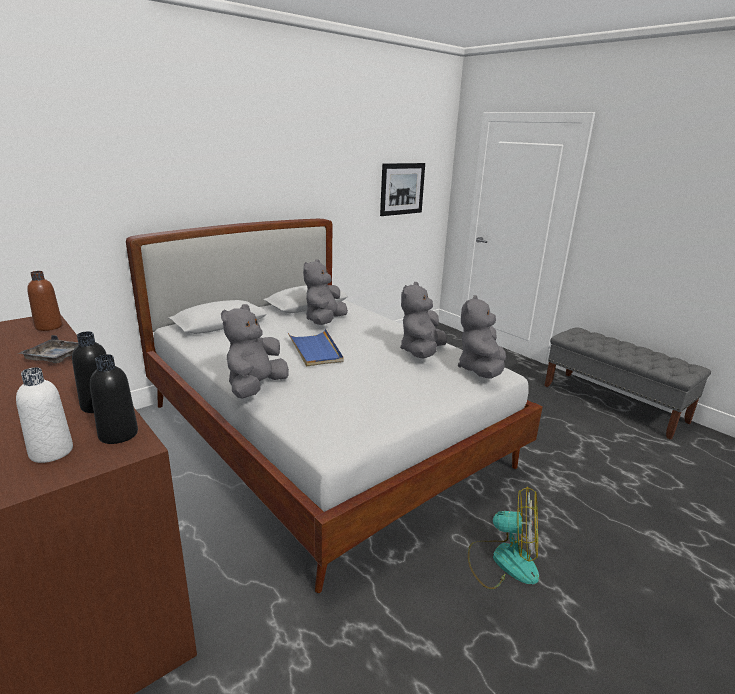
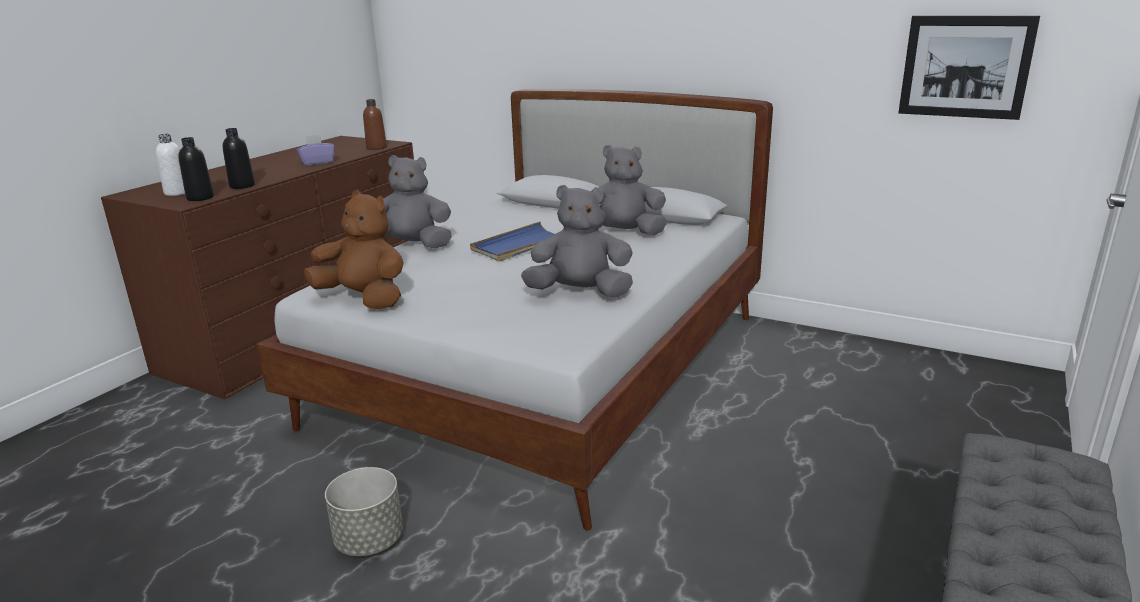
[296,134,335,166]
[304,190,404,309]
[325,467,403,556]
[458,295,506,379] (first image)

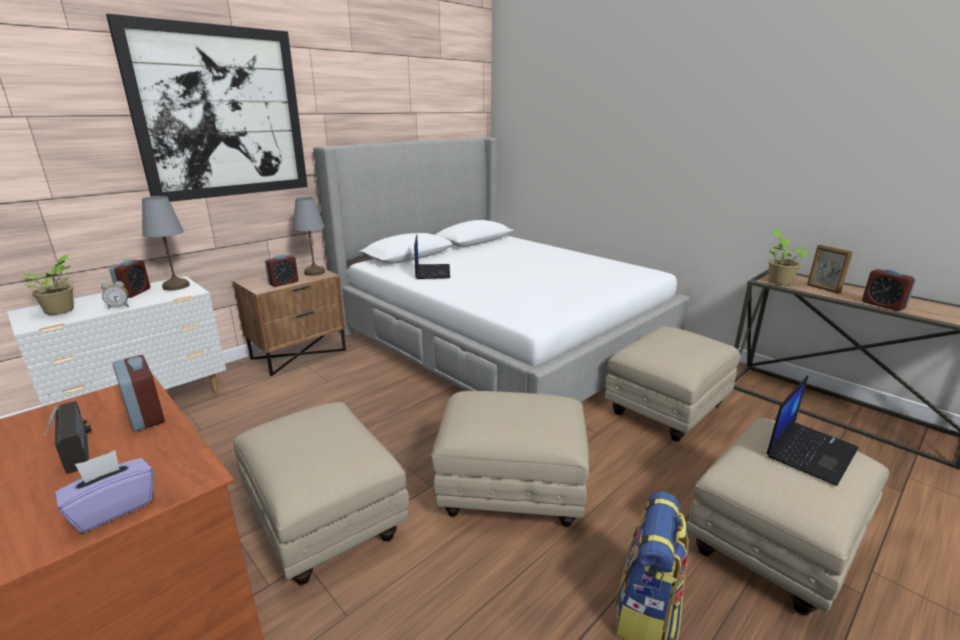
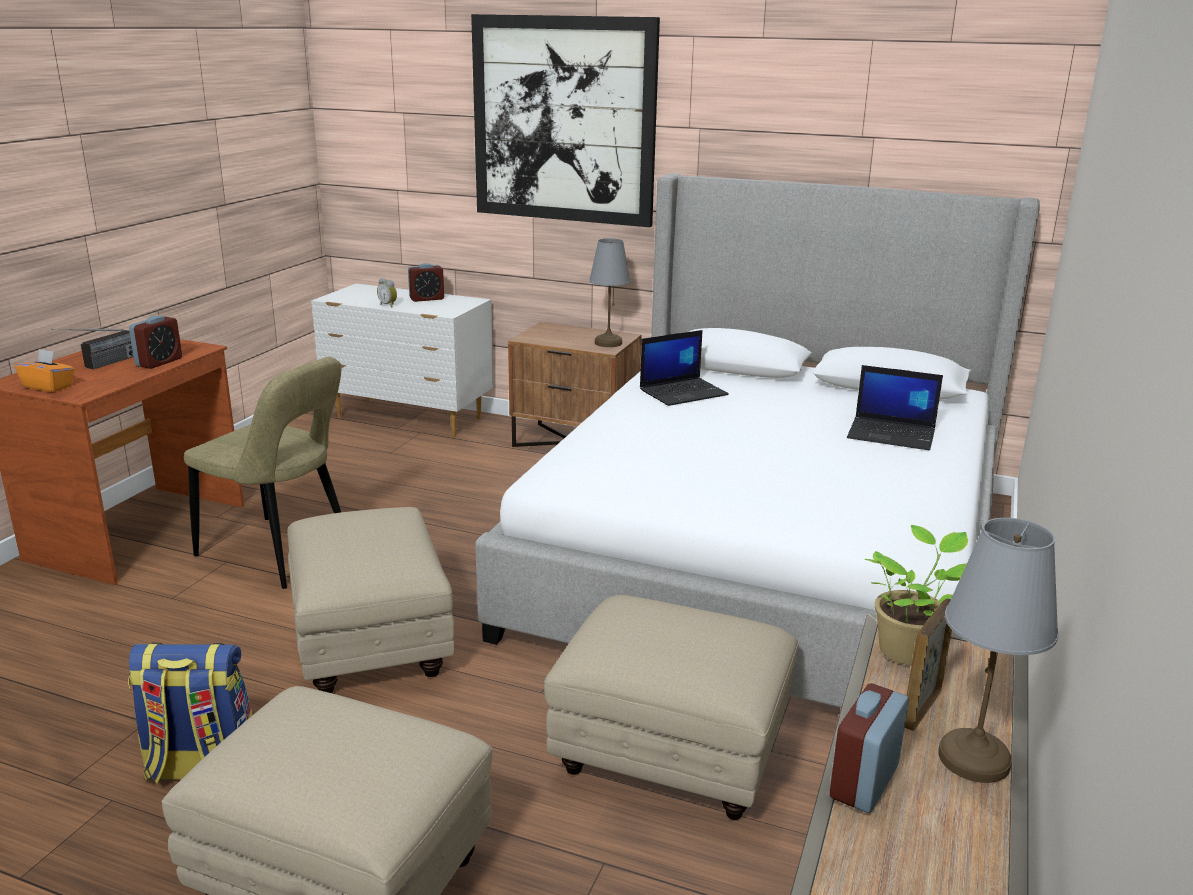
[14,349,75,392]
[184,357,342,589]
[847,365,943,450]
[939,518,1059,783]
[21,255,74,315] (first image)
[265,254,299,287] (first image)

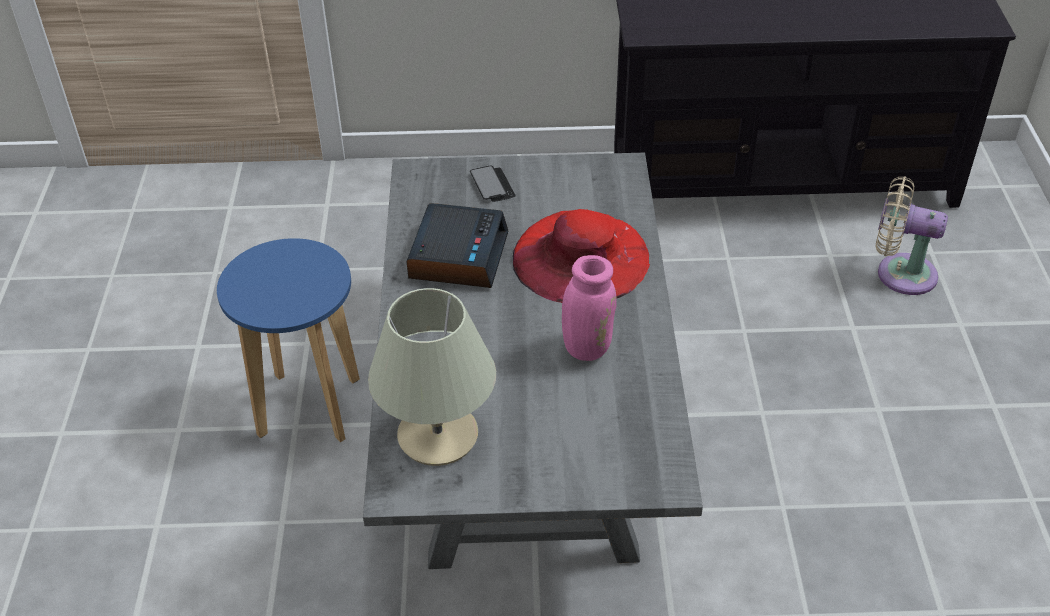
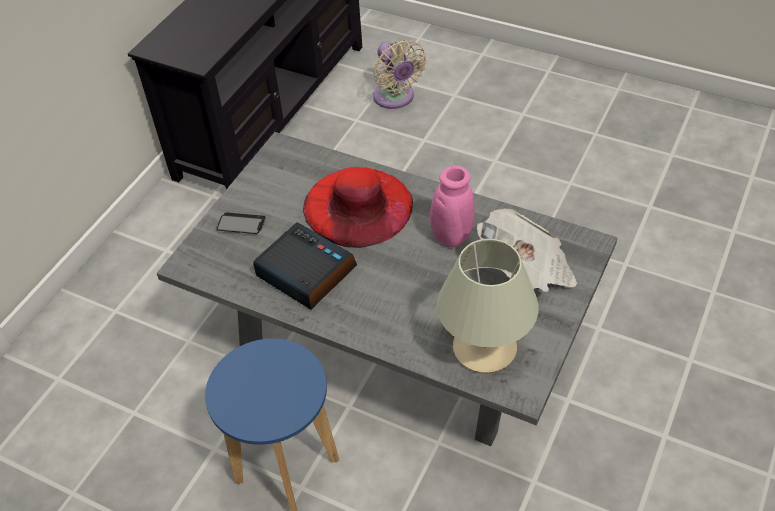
[373,40,426,109]
[477,208,577,292]

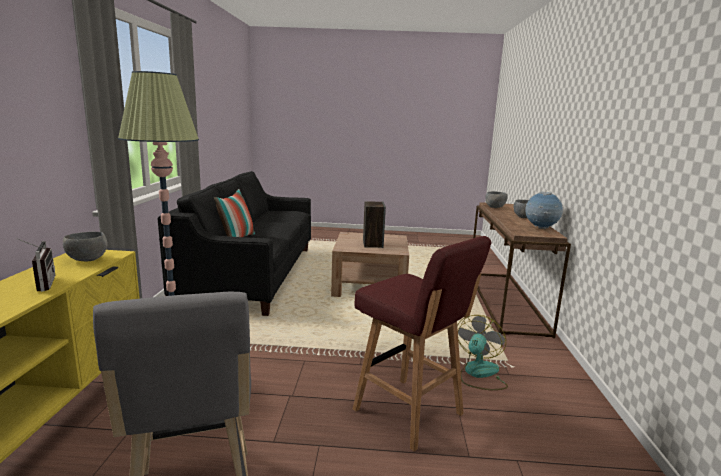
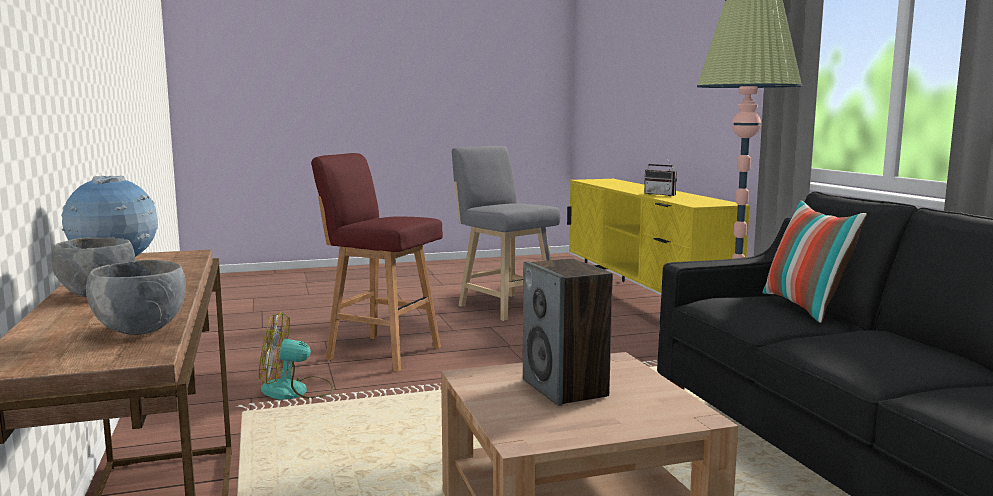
[259,312,333,400]
[63,232,108,261] (first image)

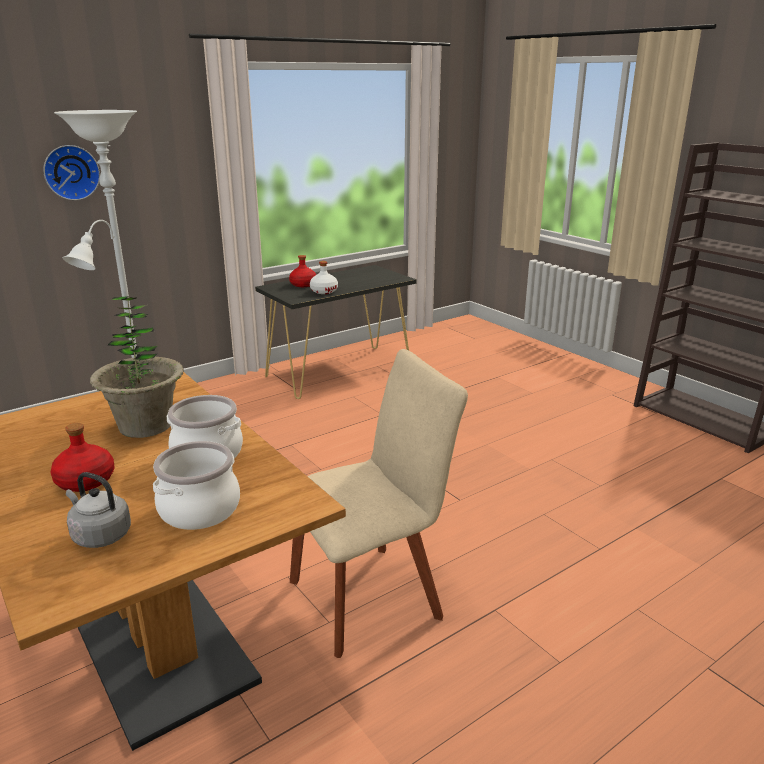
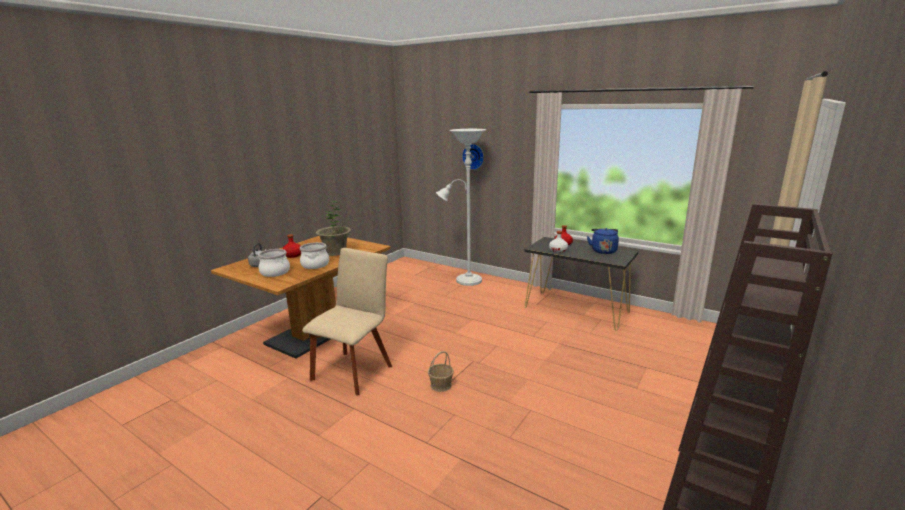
[302,248,392,395]
[428,351,454,392]
[587,228,619,254]

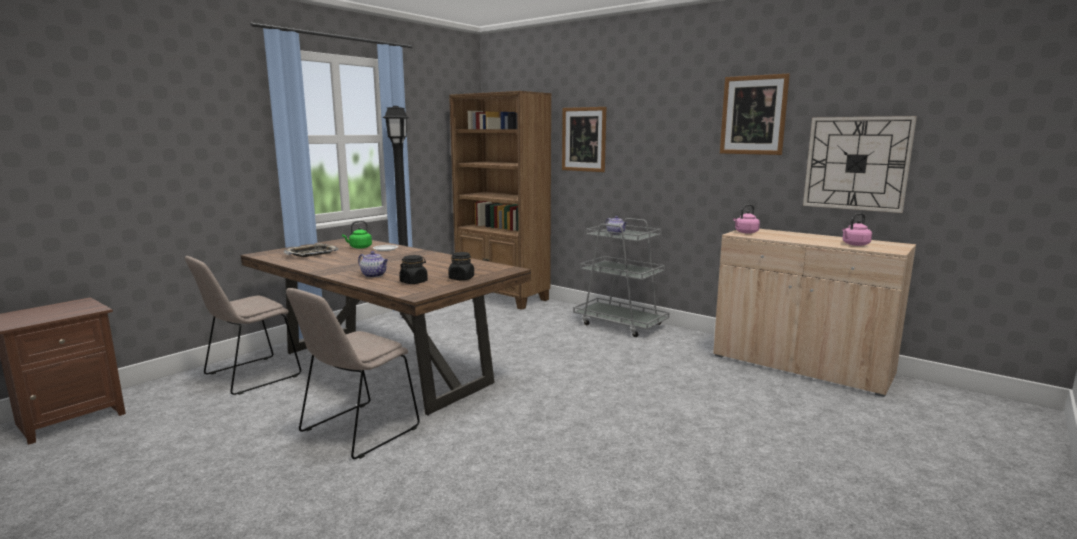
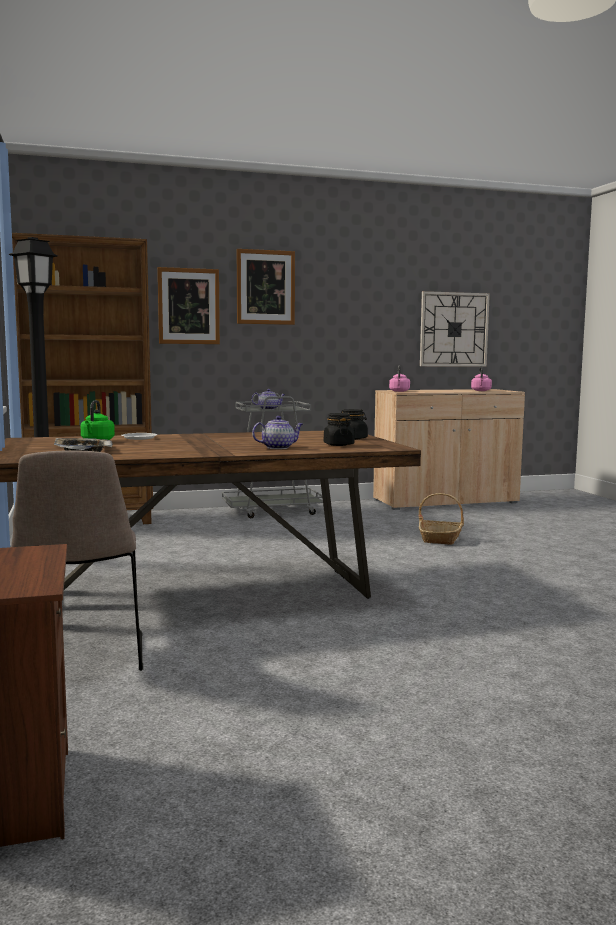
[237,249,295,325]
[419,493,464,545]
[286,288,420,459] (first image)

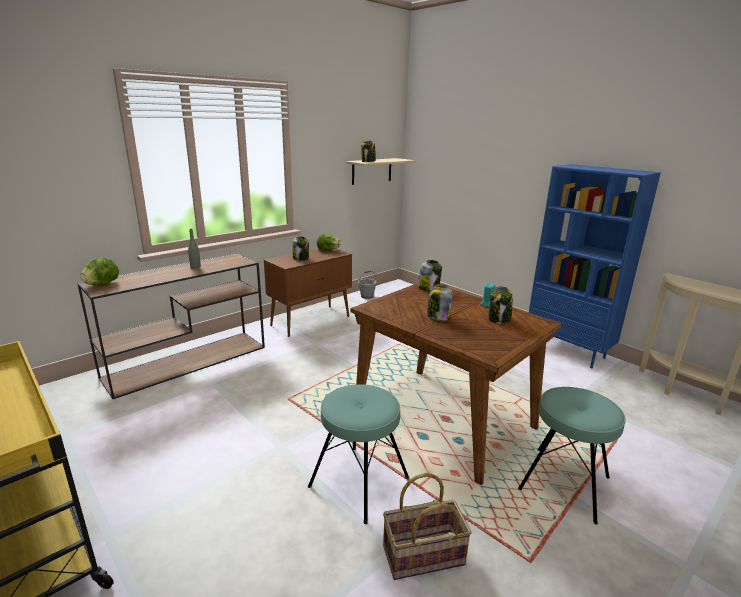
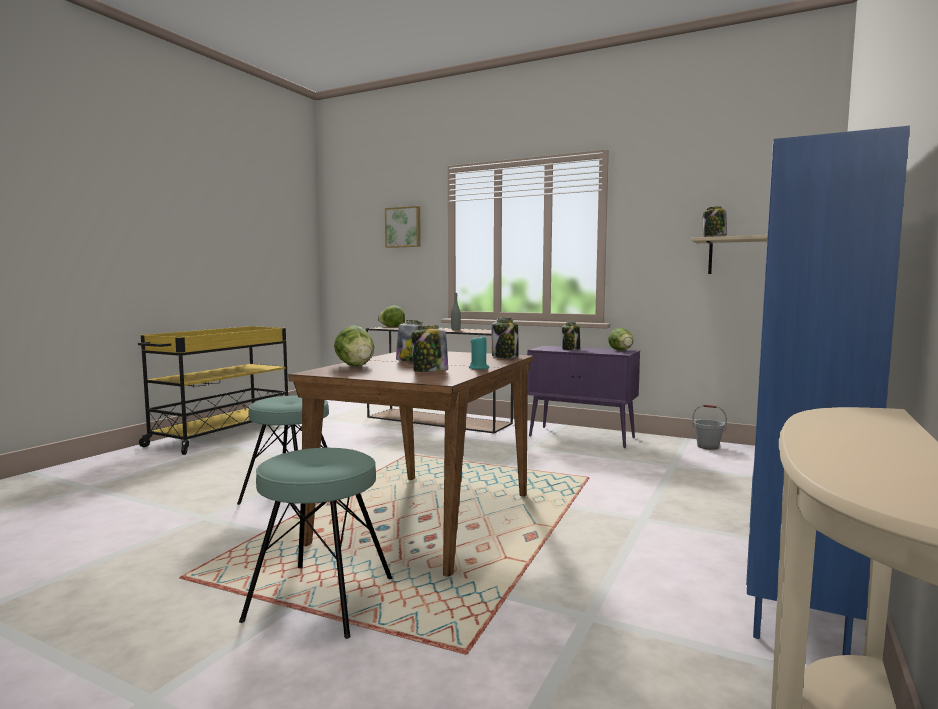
[334,325,374,367]
[385,206,421,248]
[527,346,640,448]
[383,473,472,580] (first image)

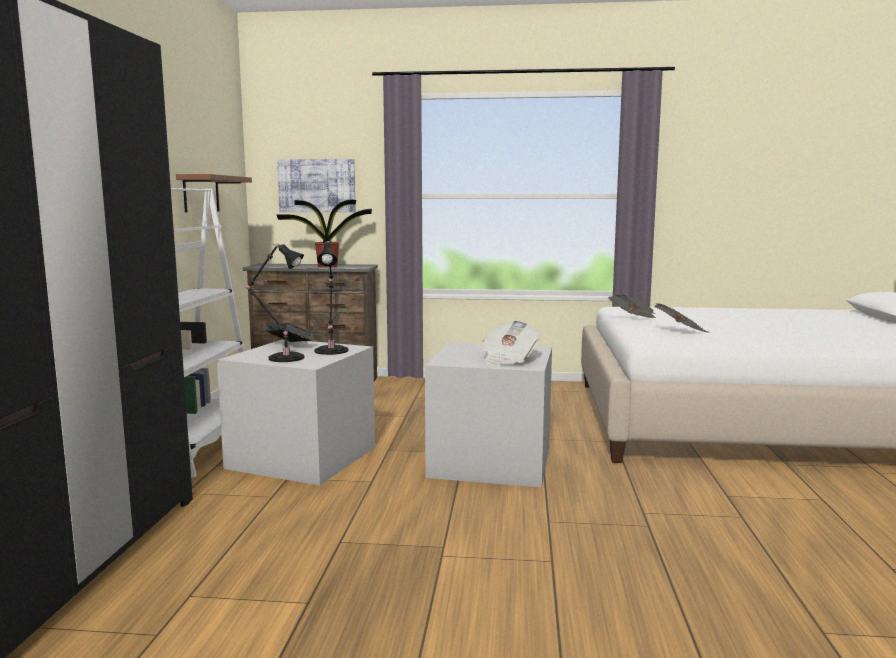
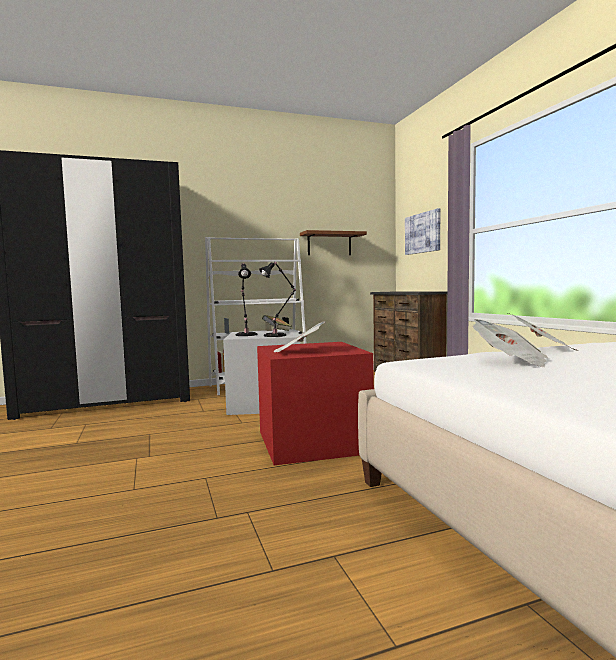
[257,342,374,465]
[277,200,372,267] (first image)

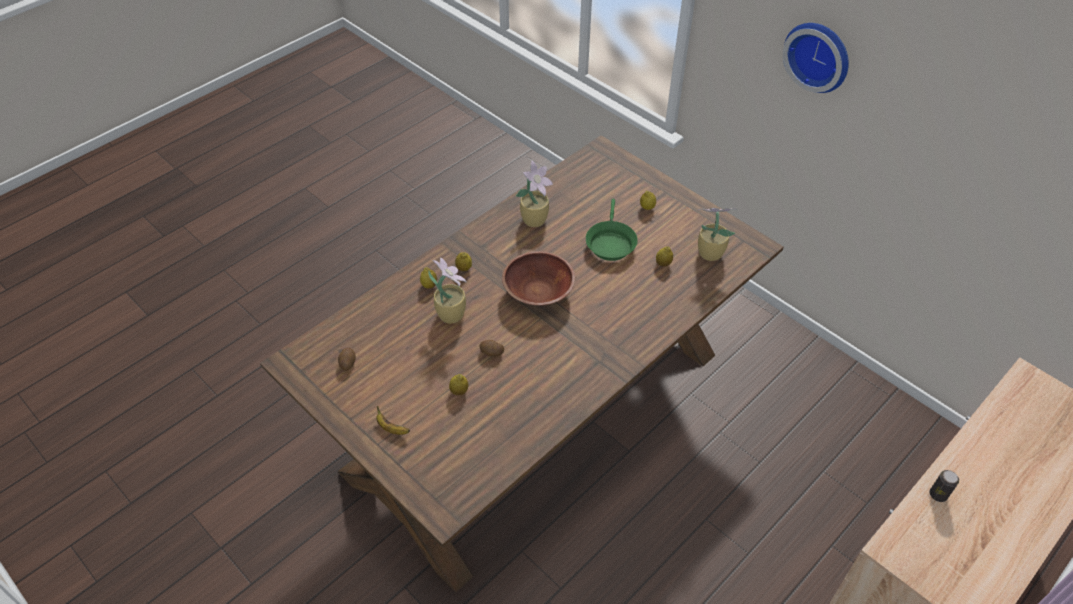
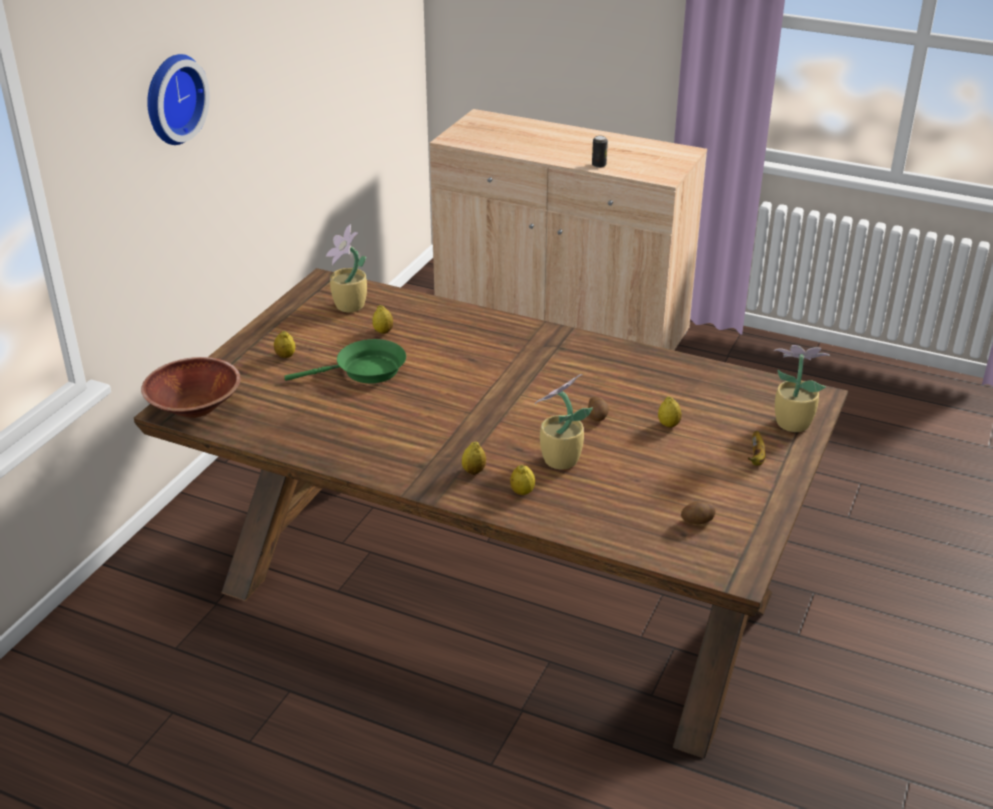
[141,357,241,418]
[774,345,830,432]

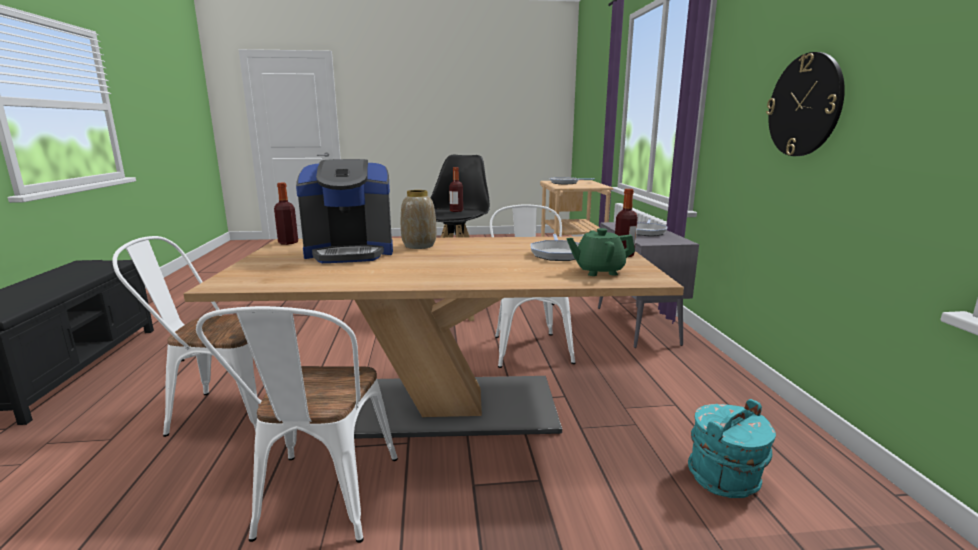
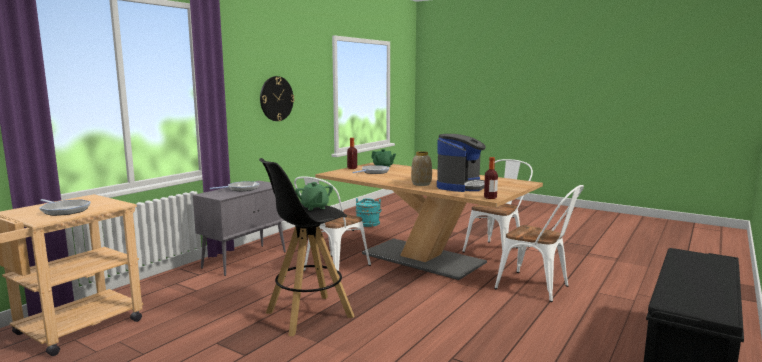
[295,182,333,210]
[437,134,486,192]

